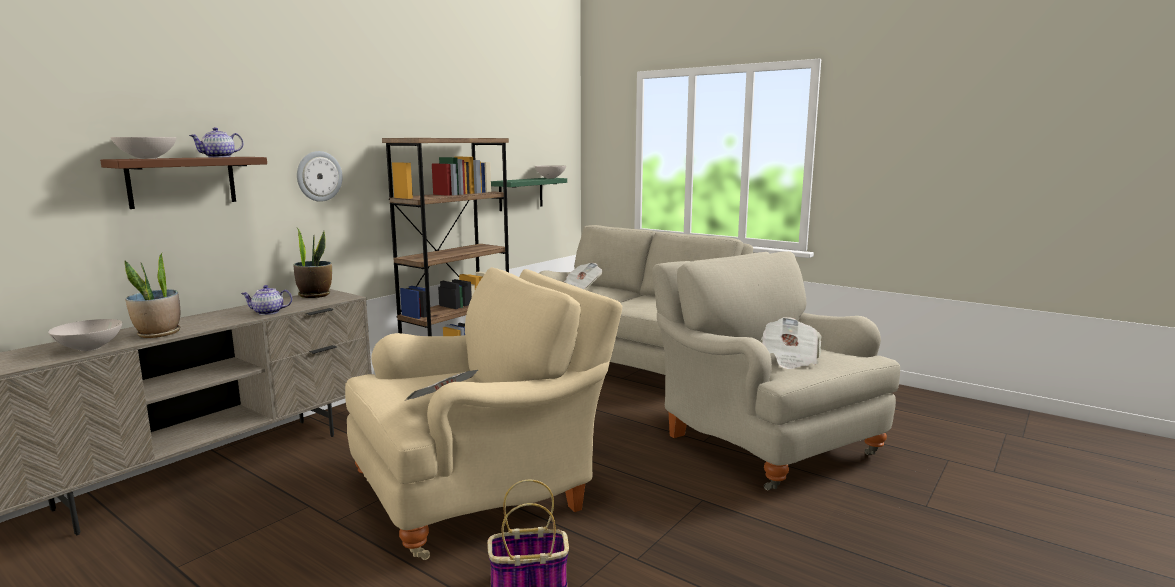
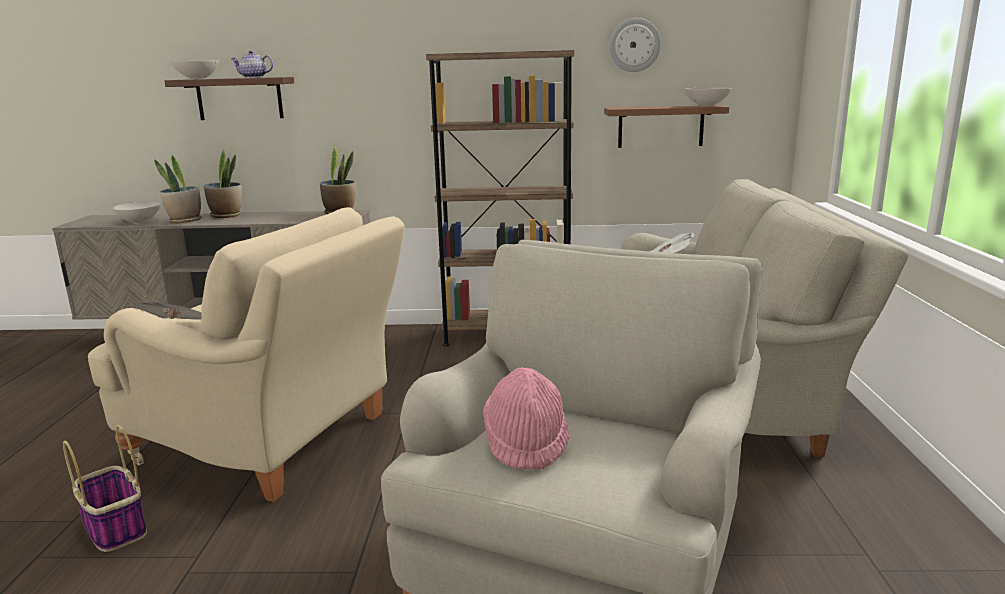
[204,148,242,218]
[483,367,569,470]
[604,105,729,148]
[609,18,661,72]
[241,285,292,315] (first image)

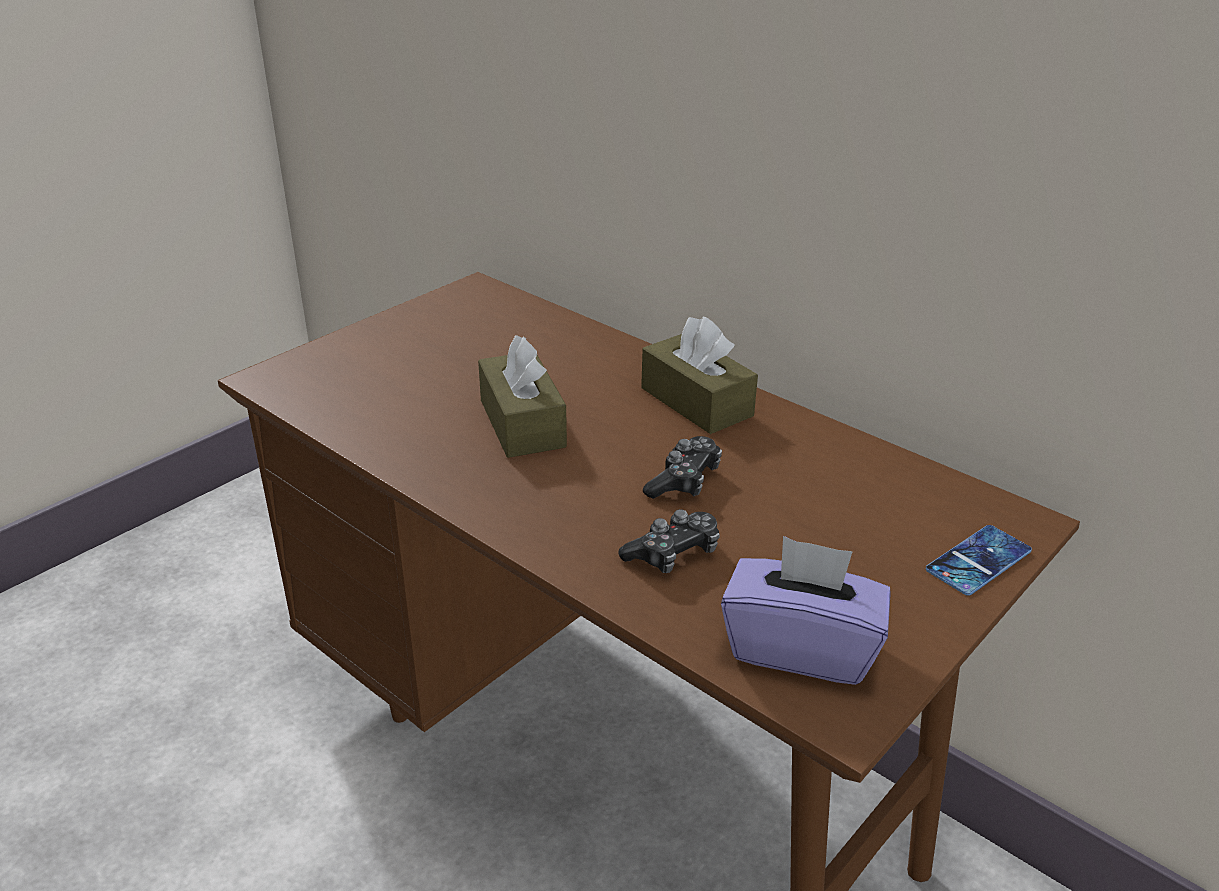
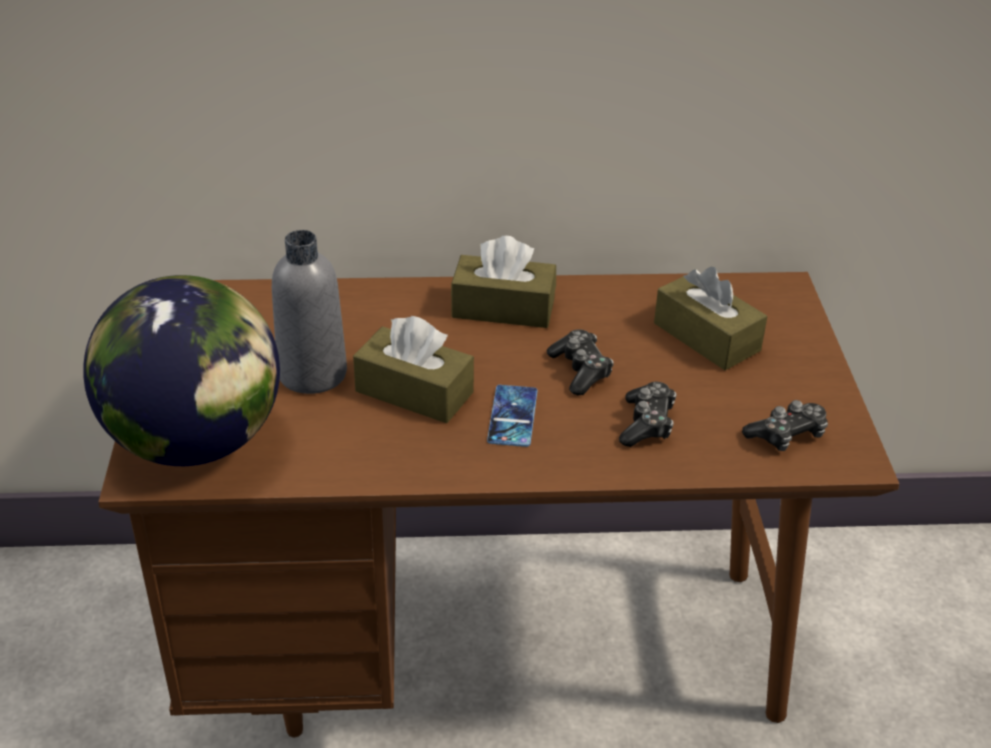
[83,275,280,466]
[272,230,347,394]
[487,385,537,447]
[654,267,767,370]
[742,400,828,451]

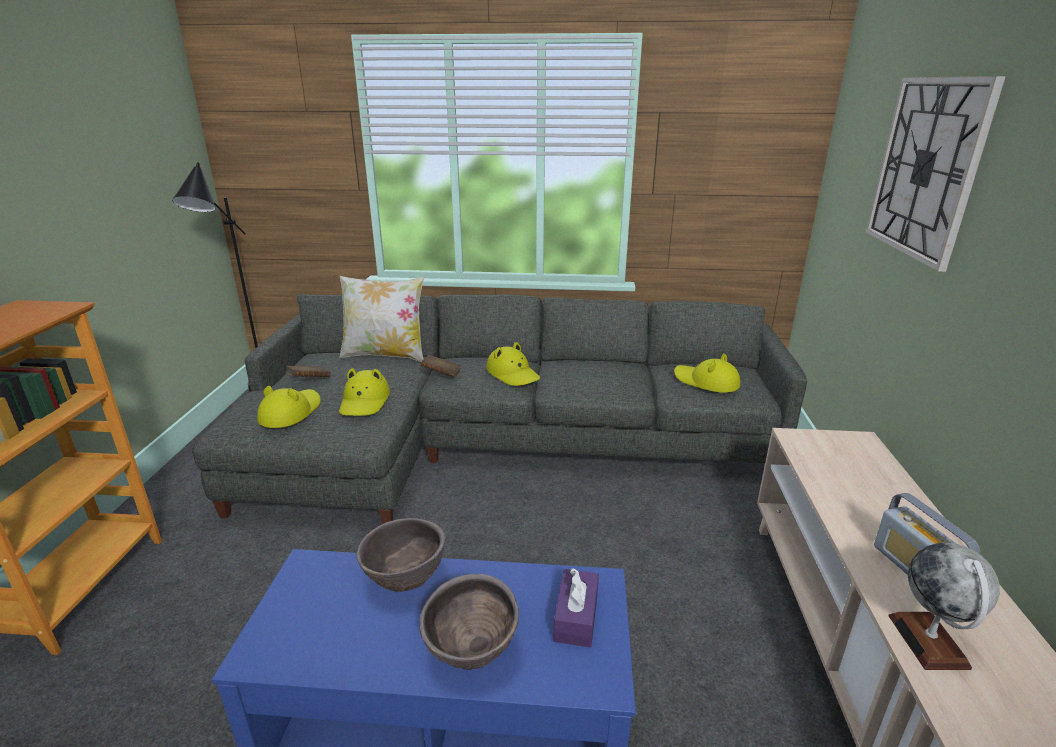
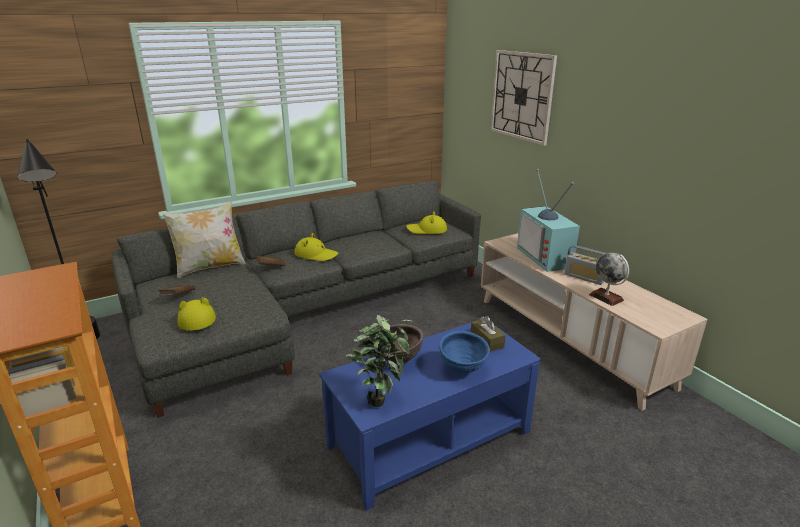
[346,315,412,407]
[439,331,490,373]
[471,316,506,352]
[517,169,580,272]
[339,368,390,416] (first image)

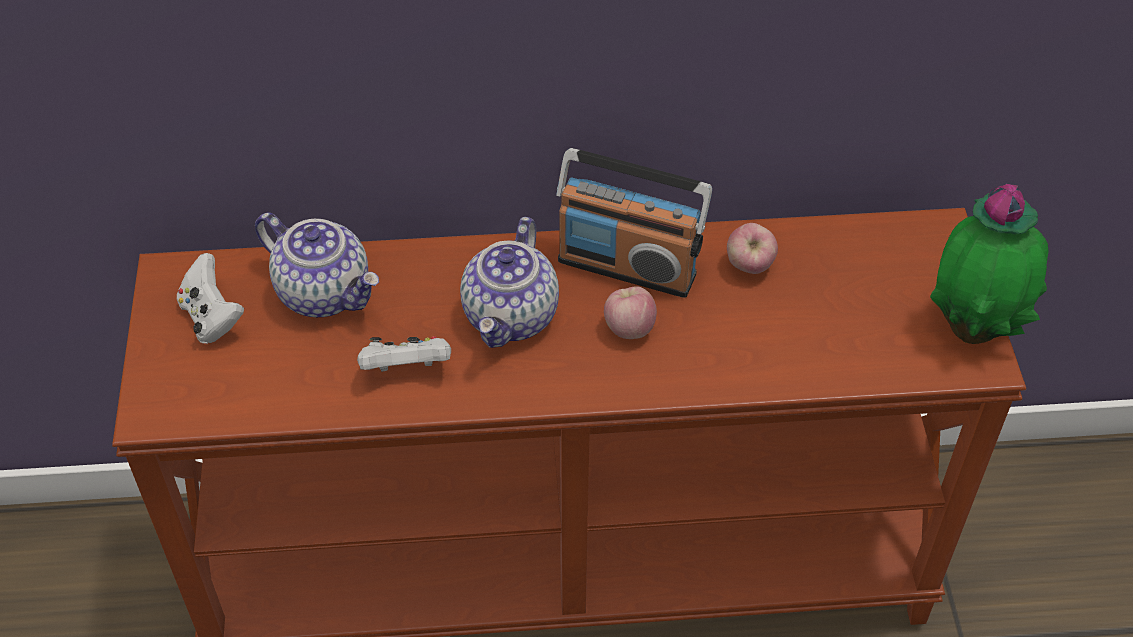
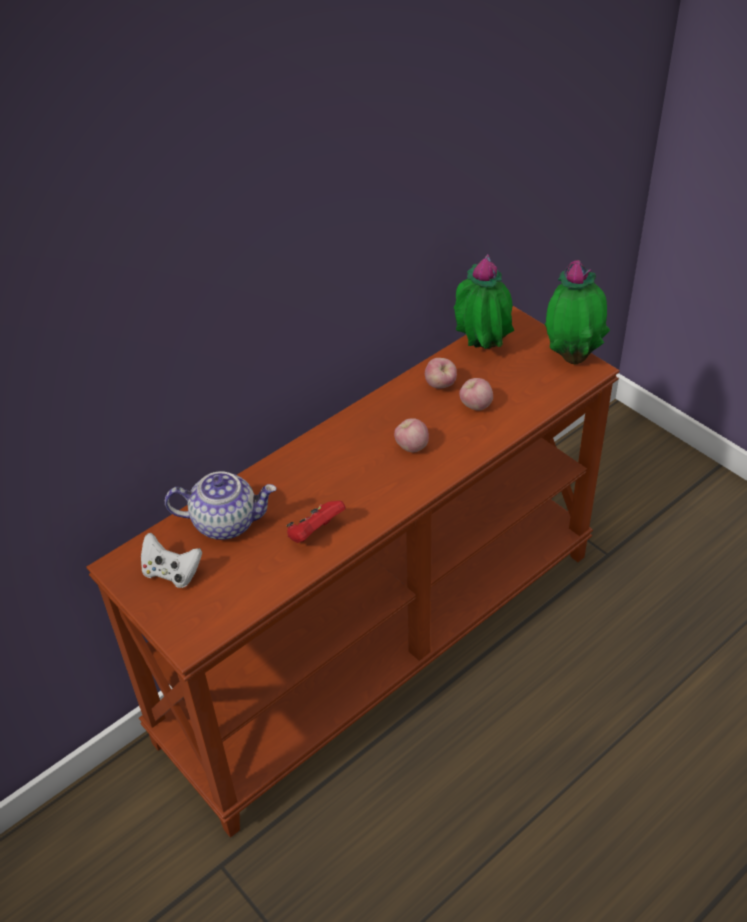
[287,501,346,543]
[453,254,514,349]
[459,378,493,411]
[460,217,559,348] (first image)
[556,148,712,298] (first image)

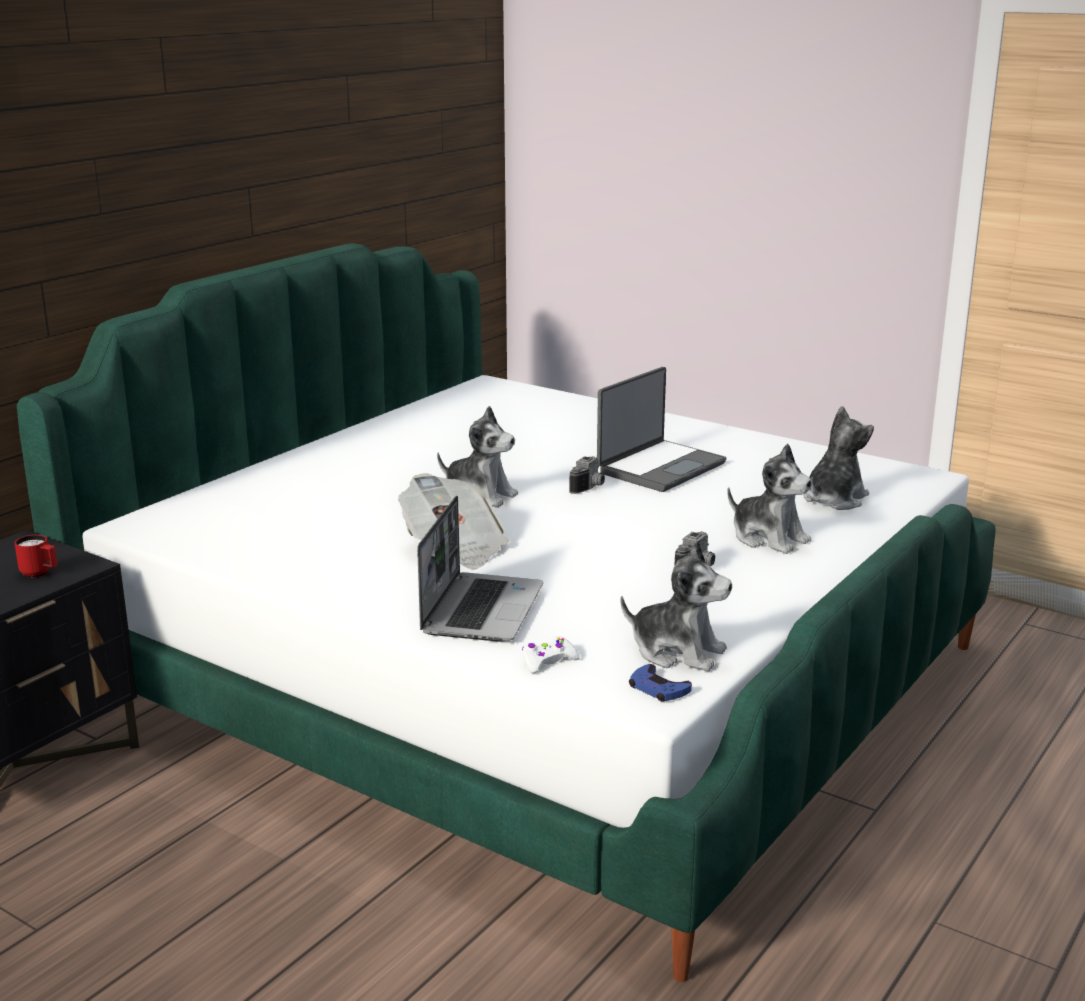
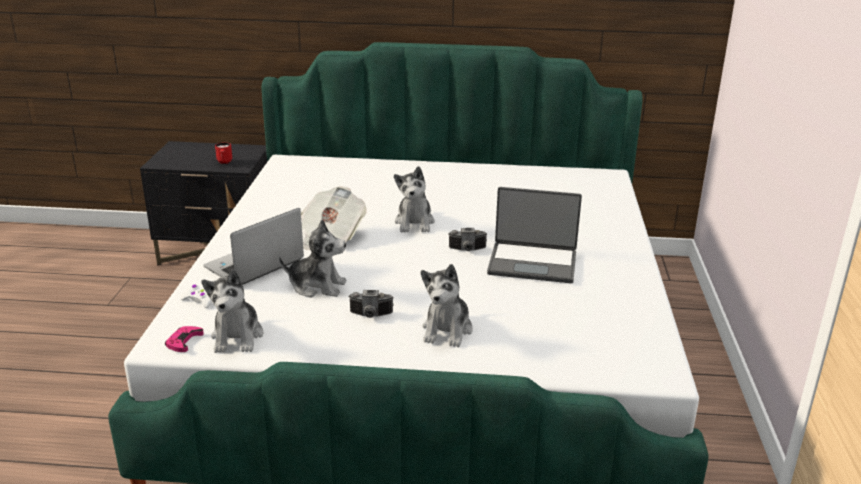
[165,326,204,352]
[204,208,304,285]
[279,219,346,298]

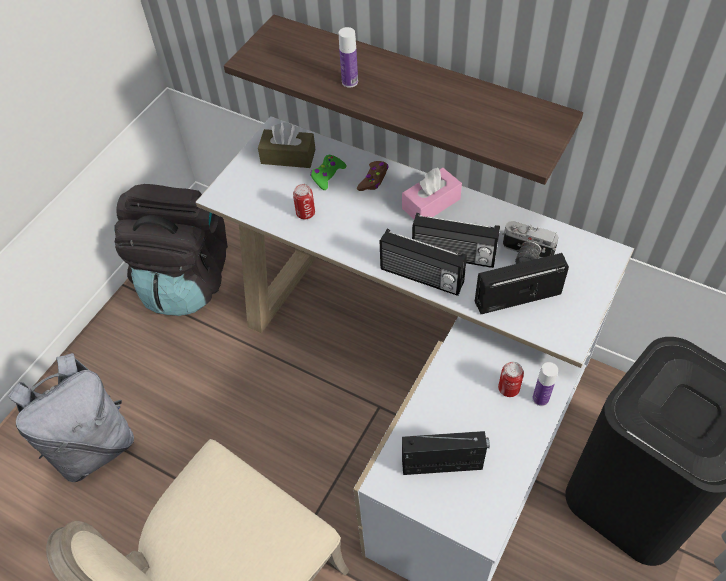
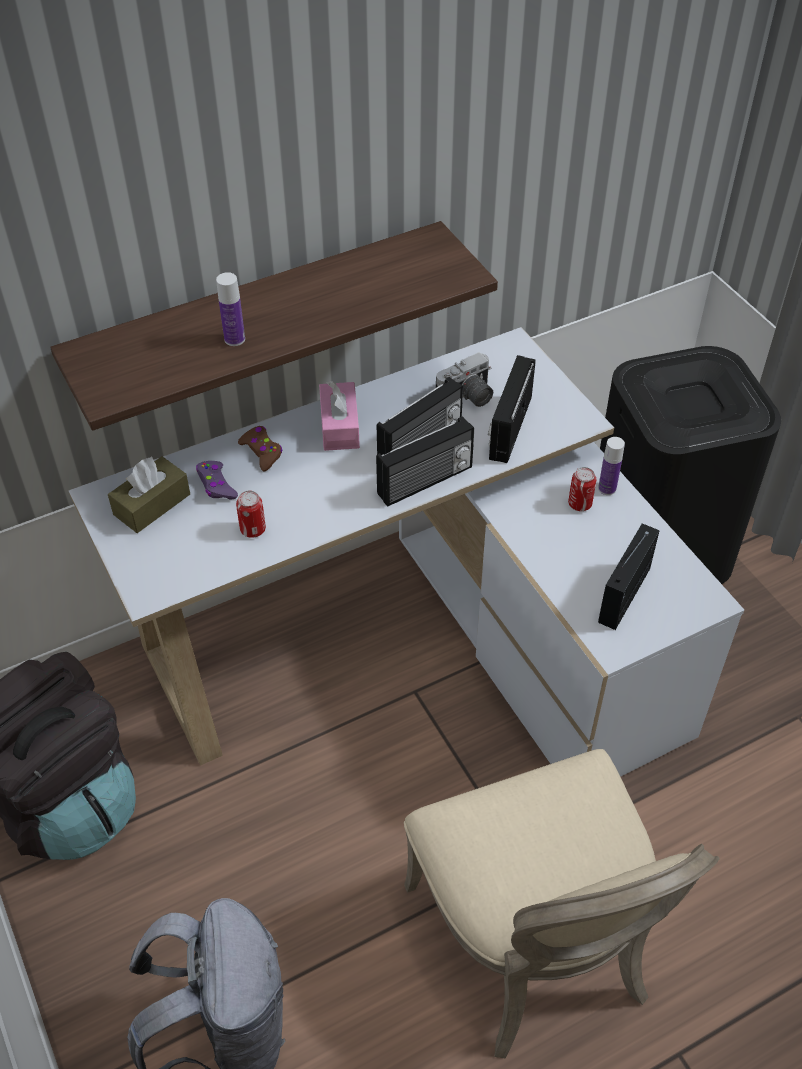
[196,461,238,499]

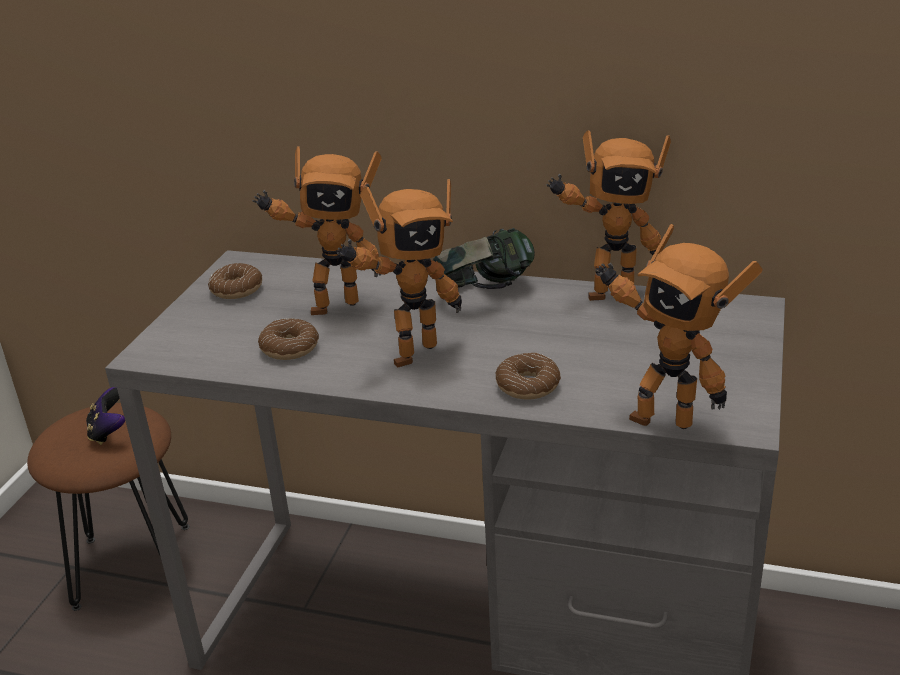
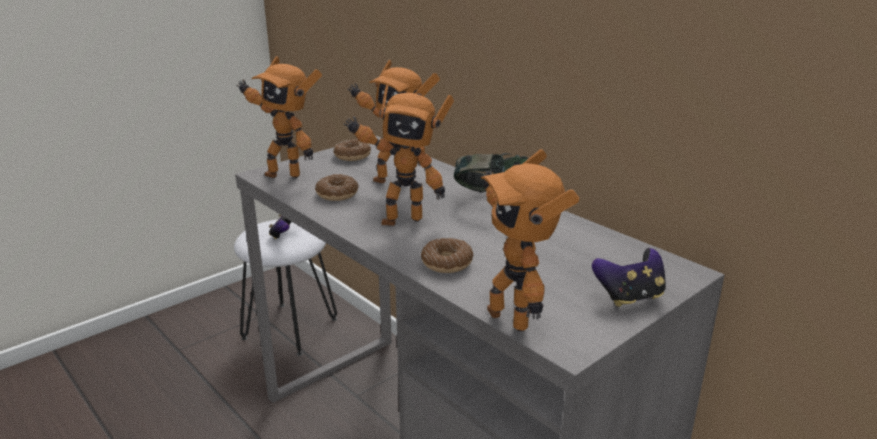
[234,219,337,356]
[236,56,322,178]
[592,248,666,307]

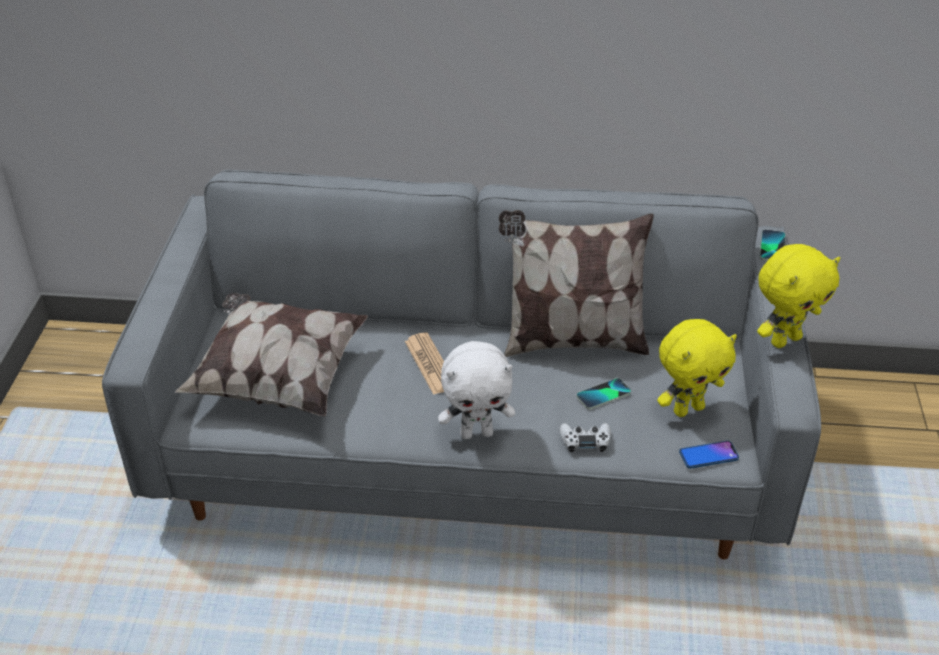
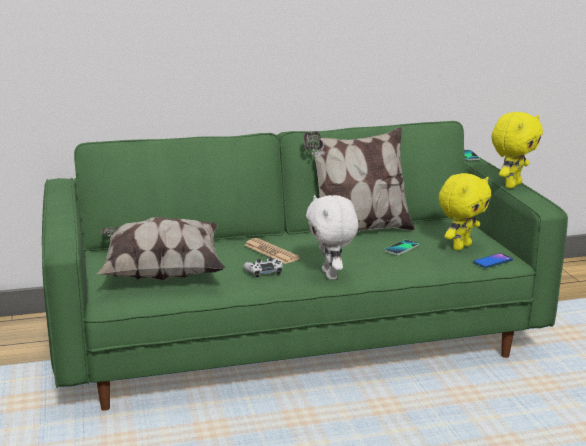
[42,121,568,411]
[243,257,283,278]
[306,195,358,279]

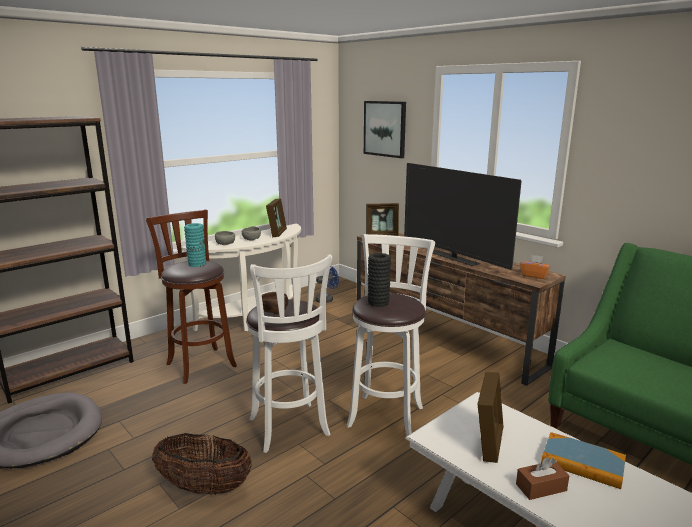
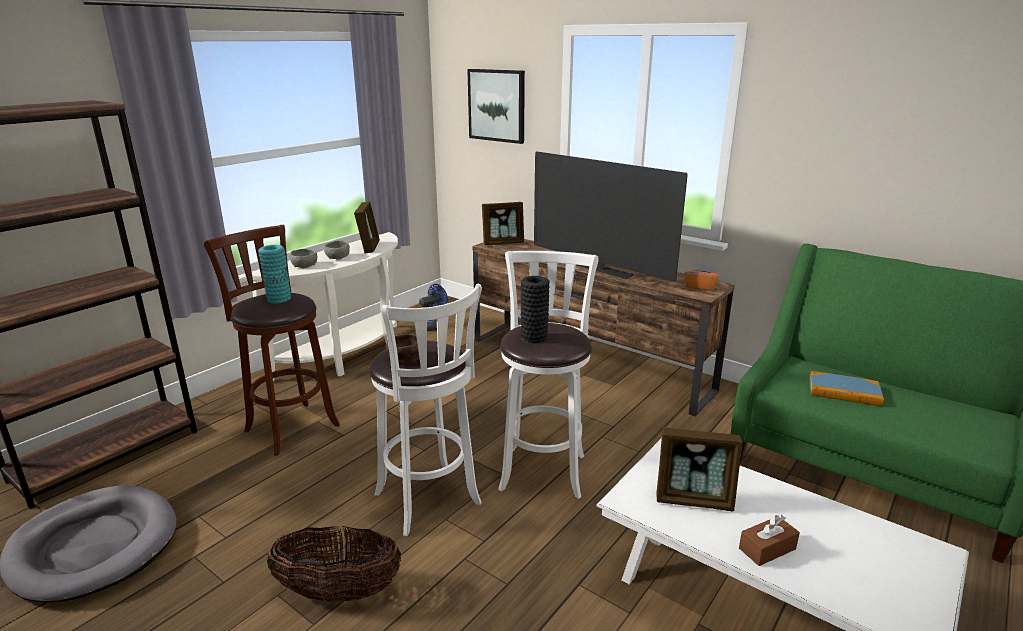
[656,427,743,511]
[809,371,884,407]

